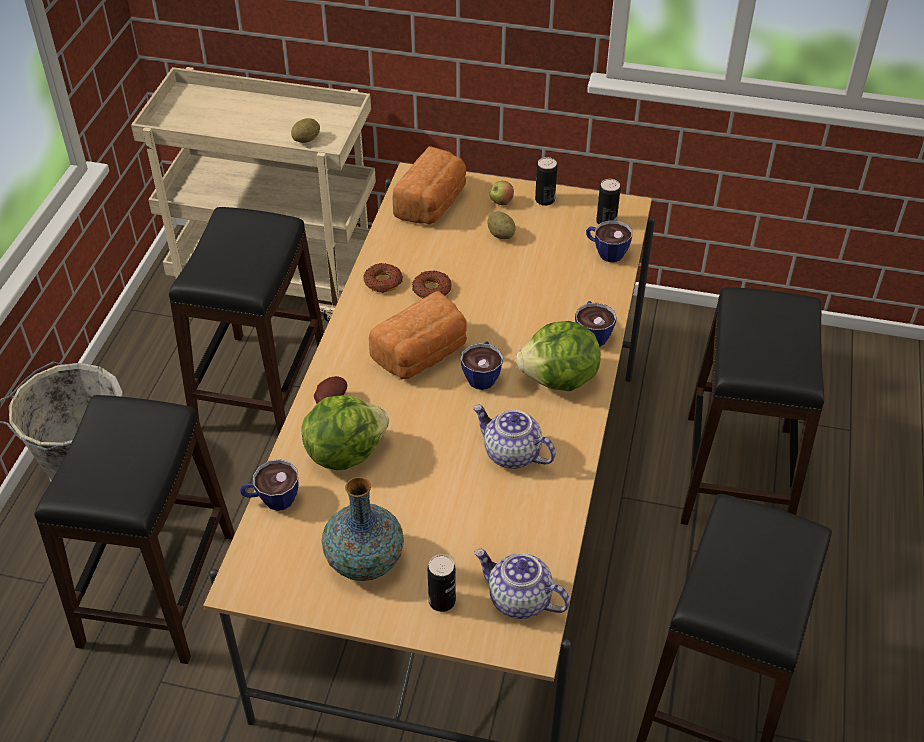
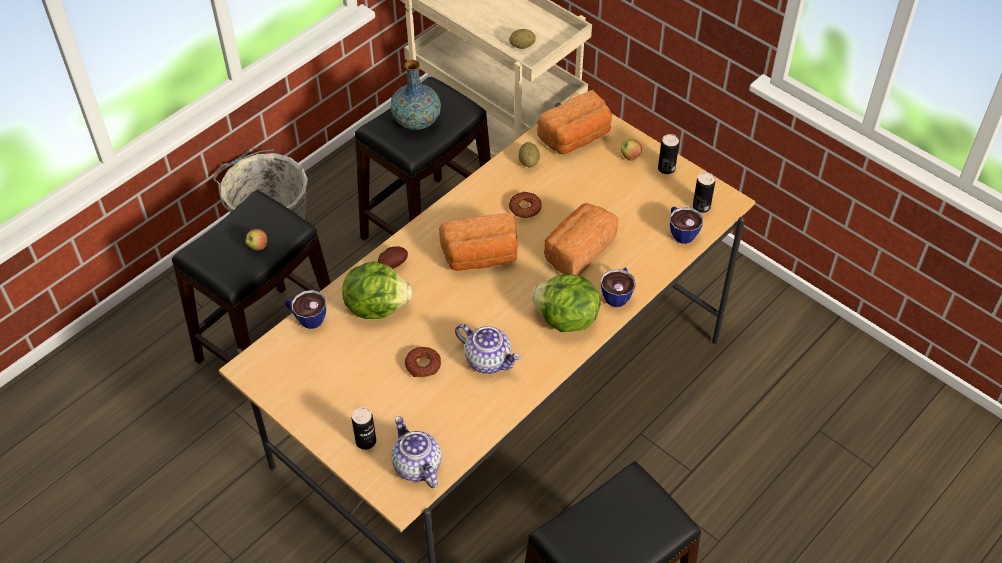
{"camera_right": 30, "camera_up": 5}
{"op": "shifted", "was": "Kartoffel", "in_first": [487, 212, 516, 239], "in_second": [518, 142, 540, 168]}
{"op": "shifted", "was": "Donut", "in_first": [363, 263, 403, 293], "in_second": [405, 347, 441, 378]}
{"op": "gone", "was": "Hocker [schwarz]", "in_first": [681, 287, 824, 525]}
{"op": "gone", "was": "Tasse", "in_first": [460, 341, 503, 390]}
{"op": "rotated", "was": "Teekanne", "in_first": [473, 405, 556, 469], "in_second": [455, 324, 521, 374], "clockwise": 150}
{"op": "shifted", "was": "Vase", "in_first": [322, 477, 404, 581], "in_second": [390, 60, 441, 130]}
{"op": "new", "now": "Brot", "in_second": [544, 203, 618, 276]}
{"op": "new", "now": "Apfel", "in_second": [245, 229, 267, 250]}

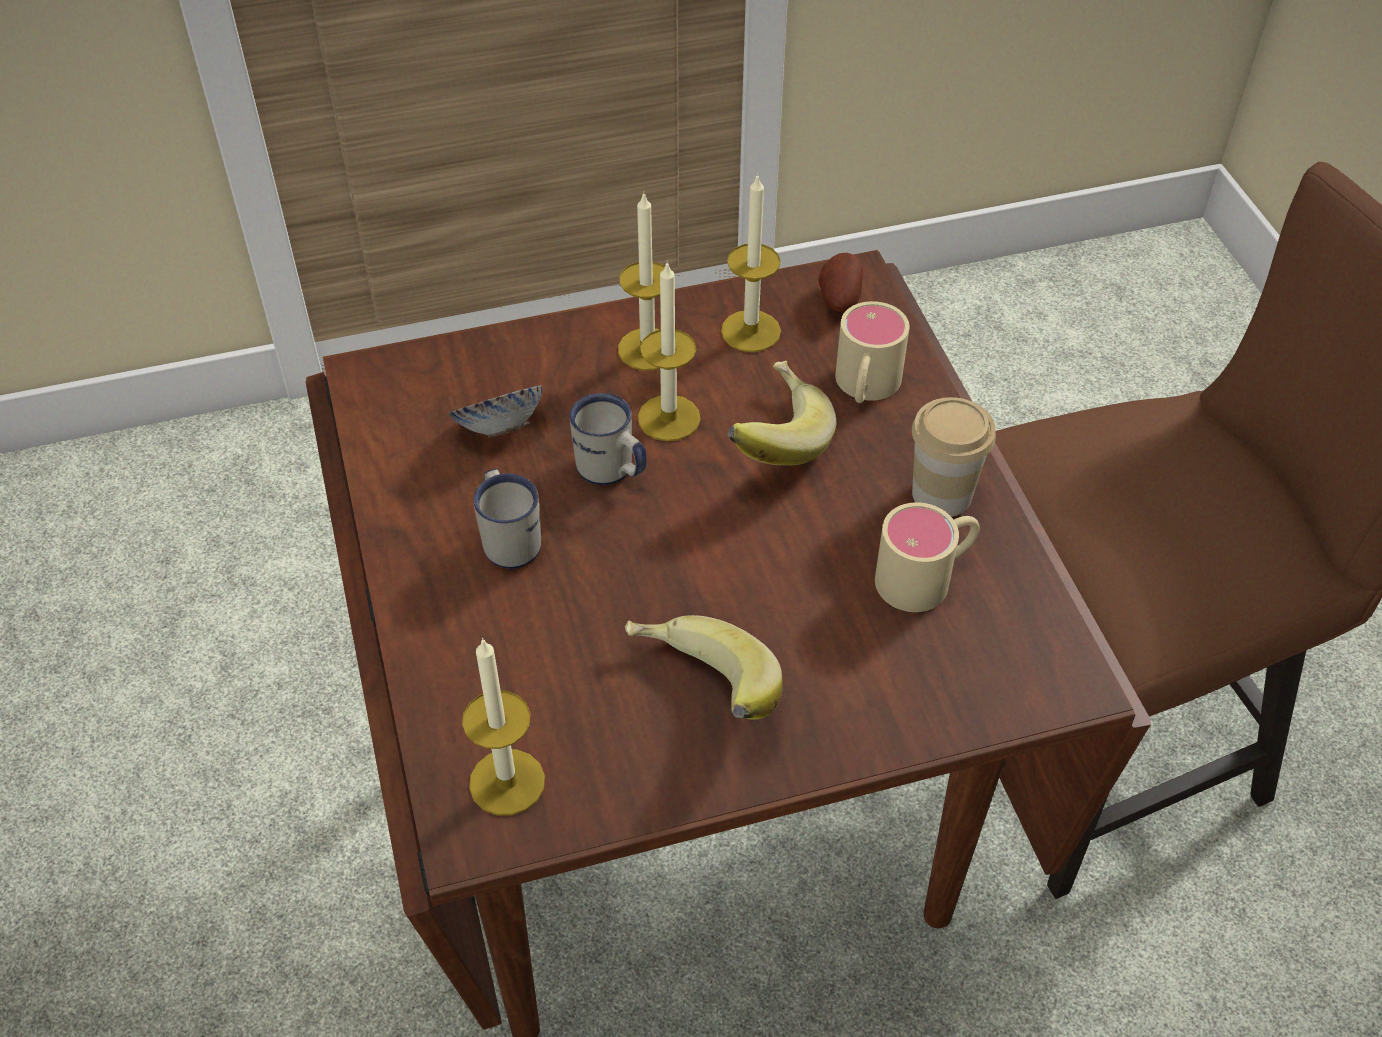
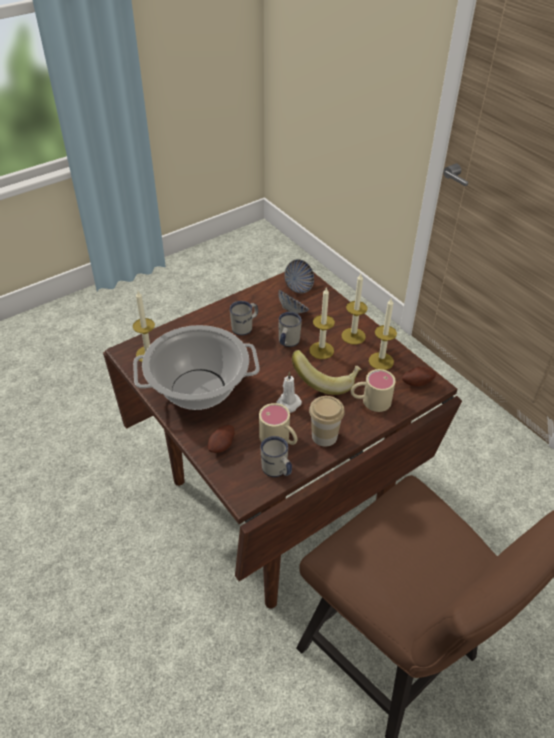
{"camera_right": 70, "camera_up": -5}
{"op": "swapped", "was": "Banane", "now": "Kochtopf", "in_first": [625, 615, 783, 720], "in_second": [133, 325, 260, 410]}
{"op": "new", "now": "Schüssel", "in_second": [284, 259, 314, 293]}
{"op": "new", "now": "Kerze [weiß]", "in_second": [276, 372, 302, 413]}
{"op": "new", "now": "Kartoffel", "in_second": [208, 425, 235, 453]}
{"op": "new", "now": "Henkelbecher [weiß]", "in_second": [261, 436, 292, 477]}

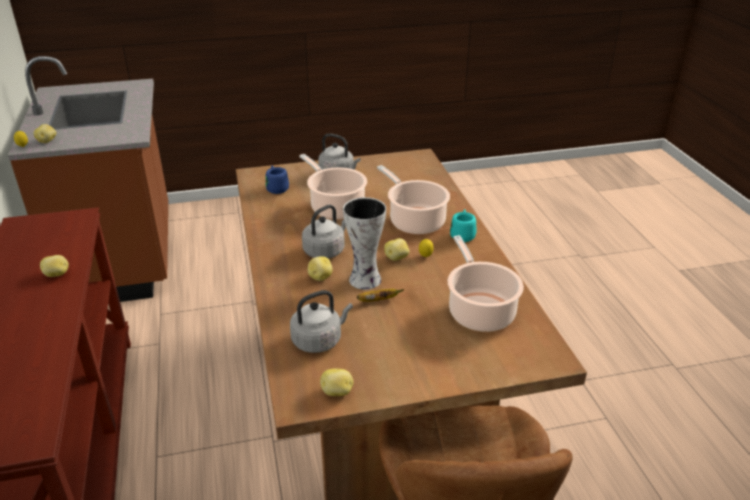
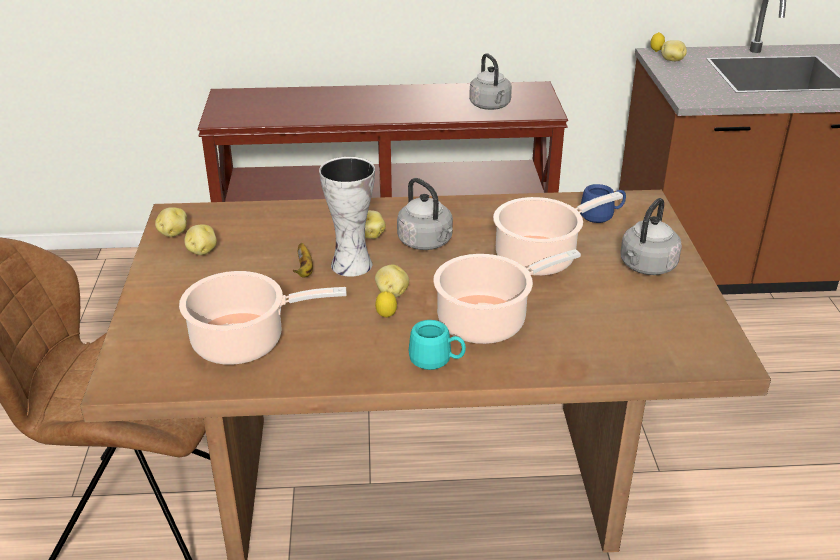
{"camera_right": 100, "camera_up": 0}
{"op": "shifted", "was": "Kartoffel", "in_first": [40, 255, 69, 277], "in_second": [184, 225, 217, 255]}
{"op": "shifted", "was": "Wasserkessel [grau]", "in_first": [290, 290, 353, 353], "in_second": [469, 53, 512, 110]}

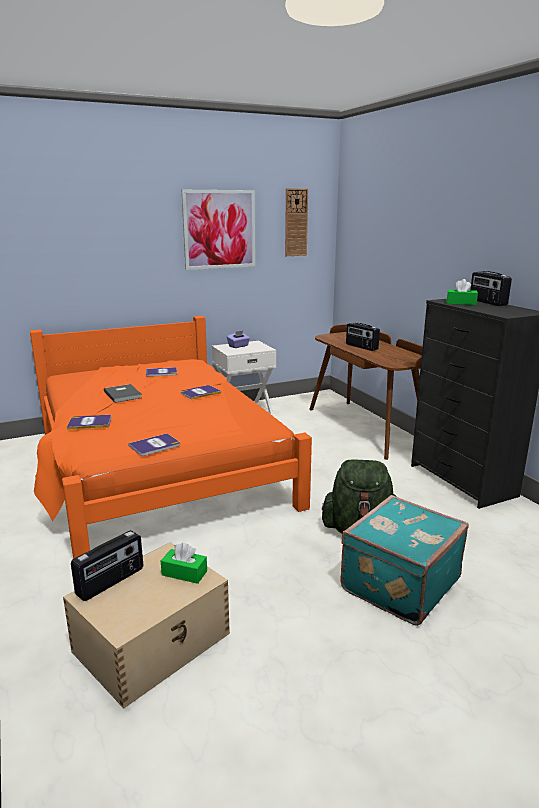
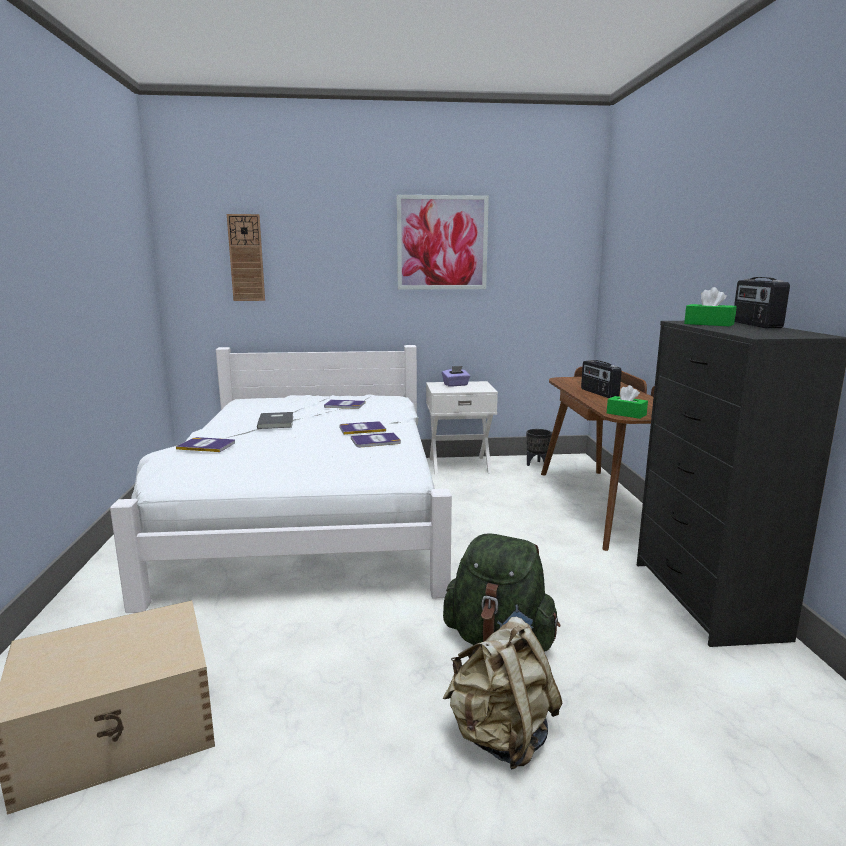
{"camera_right": 20, "camera_up": -5}
{"op": "shifted", "was": "Wanduhr", "in_first": [285, 188, 308, 256], "in_second": [227, 214, 265, 301]}
{"op": "repainted", "was": "Bett [orange]", "now": "Bett [weiß]", "in_first": [30, 316, 312, 559], "in_second": [110, 345, 452, 613]}
{"op": "shifted", "was": "Buch", "in_first": [128, 433, 180, 456], "in_second": [351, 432, 401, 447]}
{"op": "swapped", "was": "Koffer [türkis]", "now": "Rucksack [beige]", "in_first": [340, 495, 469, 626], "in_second": [443, 617, 563, 769]}
{"op": "gone", "was": "Radio", "in_first": [71, 530, 143, 601]}
{"op": "shifted", "was": "Taschentuchbox [grün]", "in_first": [161, 543, 207, 584], "in_second": [607, 385, 648, 419]}
{"op": "new", "now": "Pflanzkübel [schwarz]", "in_second": [526, 429, 552, 466]}

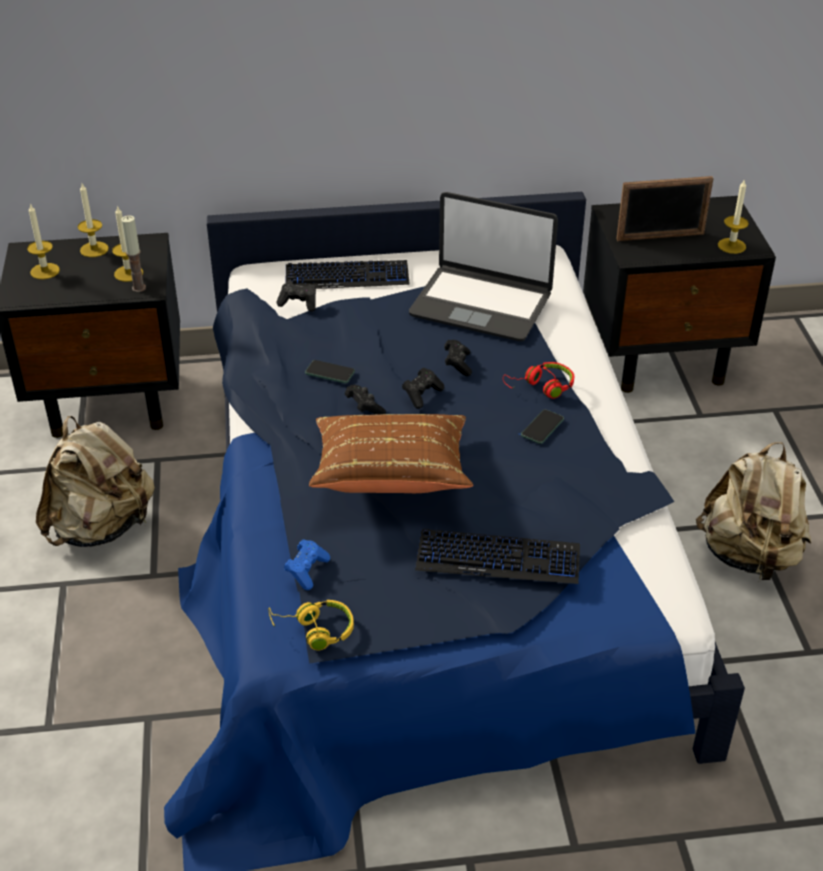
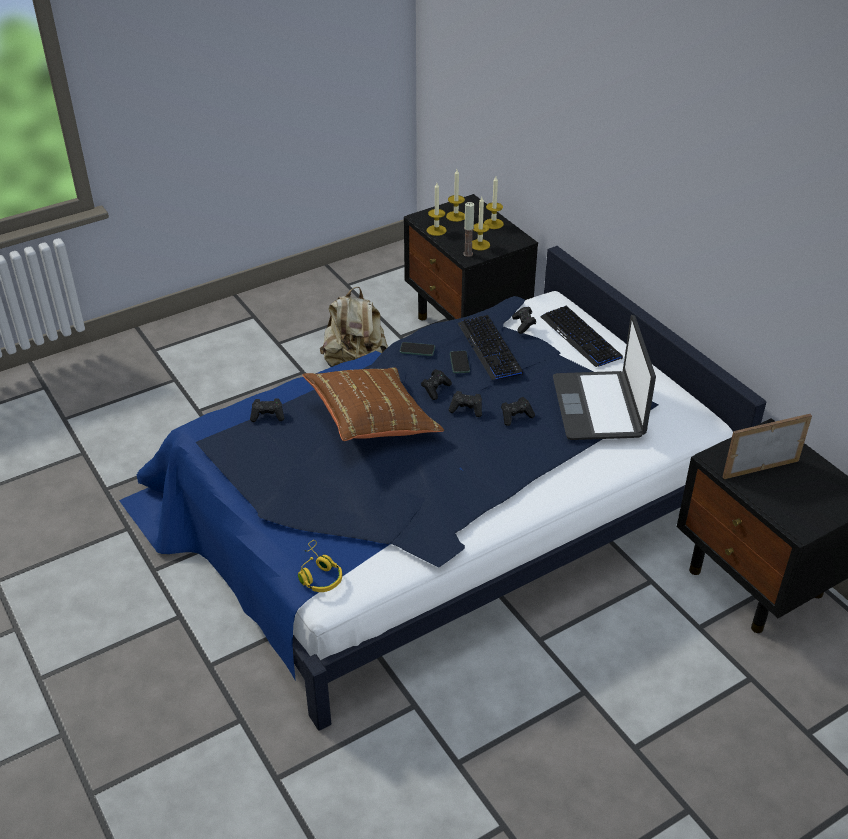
{"camera_right": 65, "camera_up": 0}
{"op": "rotated", "was": "Bilderrahmen", "in_first": [616, 176, 714, 241], "in_second": [723, 414, 812, 479], "clockwise": 105}
{"op": "shifted", "was": "Kerze", "in_first": [718, 179, 749, 254], "in_second": [427, 183, 447, 236]}
{"op": "gone", "was": "Kopfhörer [rot]", "in_first": [503, 362, 574, 399]}
{"op": "shifted", "was": "Handy", "in_first": [521, 409, 564, 444], "in_second": [400, 342, 435, 356]}
{"op": "gone", "was": "Rucksack [beige]", "in_first": [696, 442, 811, 582]}
{"op": "shifted", "was": "Tastatur", "in_first": [415, 529, 580, 584], "in_second": [458, 315, 523, 380]}
{"op": "repainted", "was": "Gamepad [blau]", "now": "Gamepad [schwarz]", "in_first": [284, 539, 330, 590], "in_second": [250, 398, 284, 422]}
{"op": "shifted", "was": "Kopfhörer [gelb]", "in_first": [268, 600, 354, 650], "in_second": [298, 540, 342, 592]}

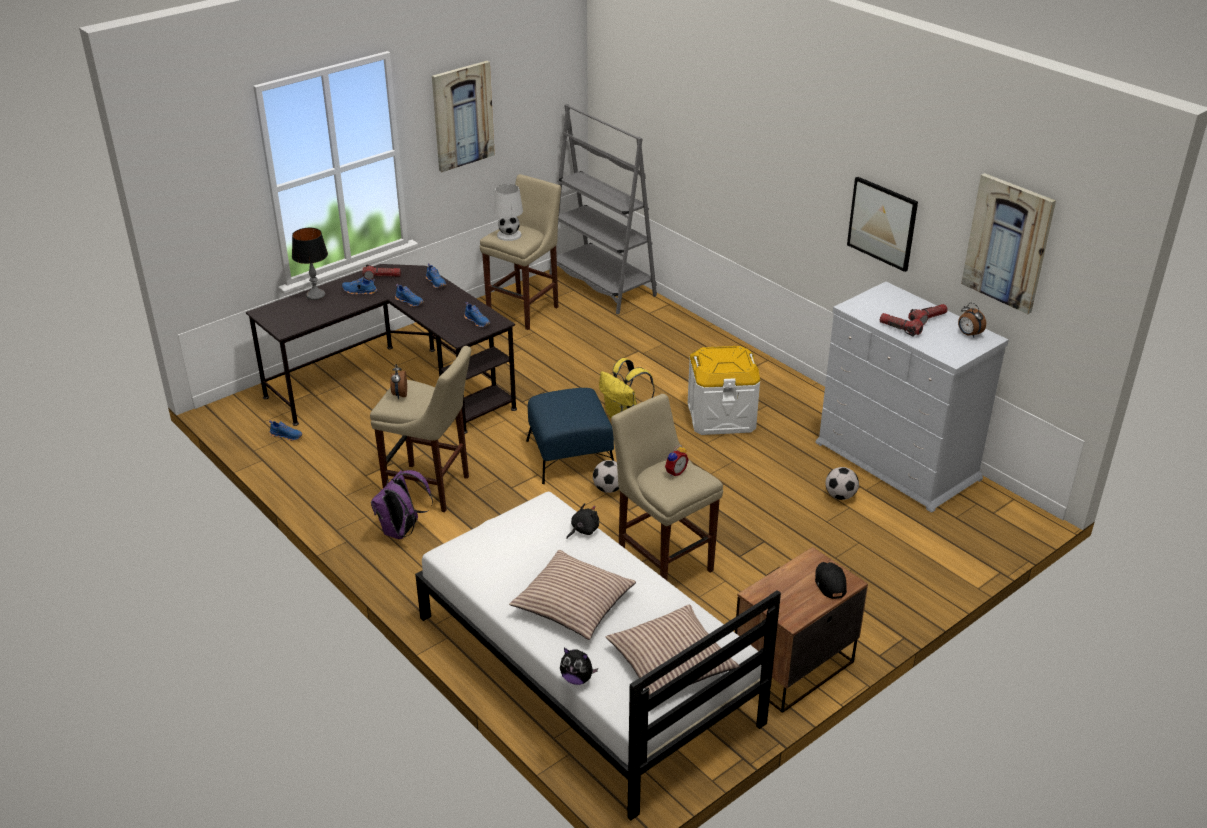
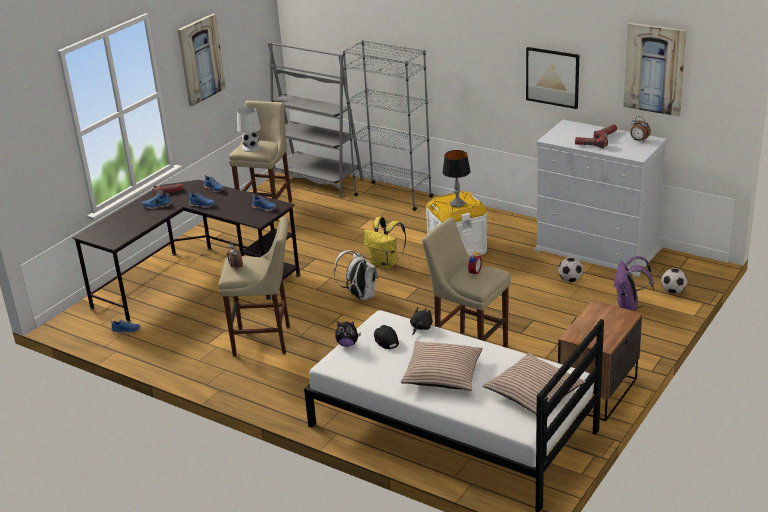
{"camera_right": -15, "camera_up": -5}
{"op": "shifted", "was": "Tischlampe", "in_first": [292, 228, 328, 300], "in_second": [442, 150, 471, 207]}
{"op": "swapped", "was": "Polsterhocker [blau]", "now": "Rucksack [weiß]", "in_first": [526, 388, 614, 484], "in_second": [334, 250, 378, 301]}
{"op": "shifted", "was": "Fußball", "in_first": [593, 460, 619, 493], "in_second": [661, 268, 687, 294]}
{"op": "shifted", "was": "Rucksack [lila]", "in_first": [371, 470, 433, 539], "in_second": [614, 256, 654, 311]}
{"op": "shifted", "was": "Kappe [schwarz]", "in_first": [815, 562, 847, 599], "in_second": [374, 325, 399, 349]}
{"op": "shifted", "was": "Plüschtier", "in_first": [560, 648, 598, 685], "in_second": [335, 321, 361, 347]}
{"op": "new", "now": "Bücherregal [grau]", "in_second": [343, 40, 434, 211]}

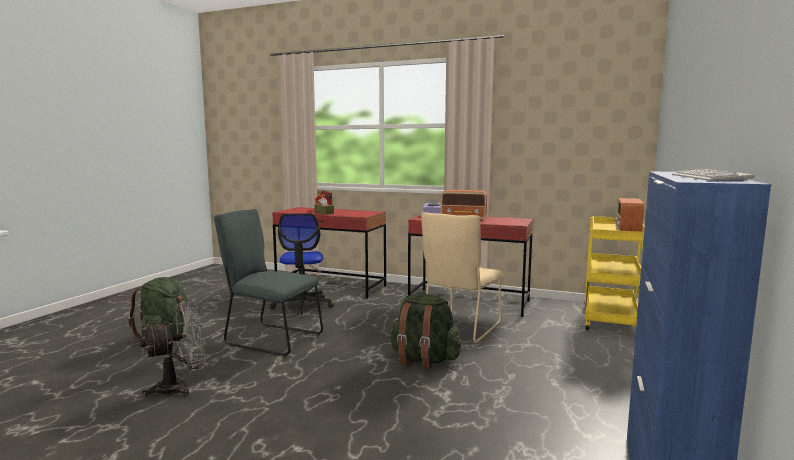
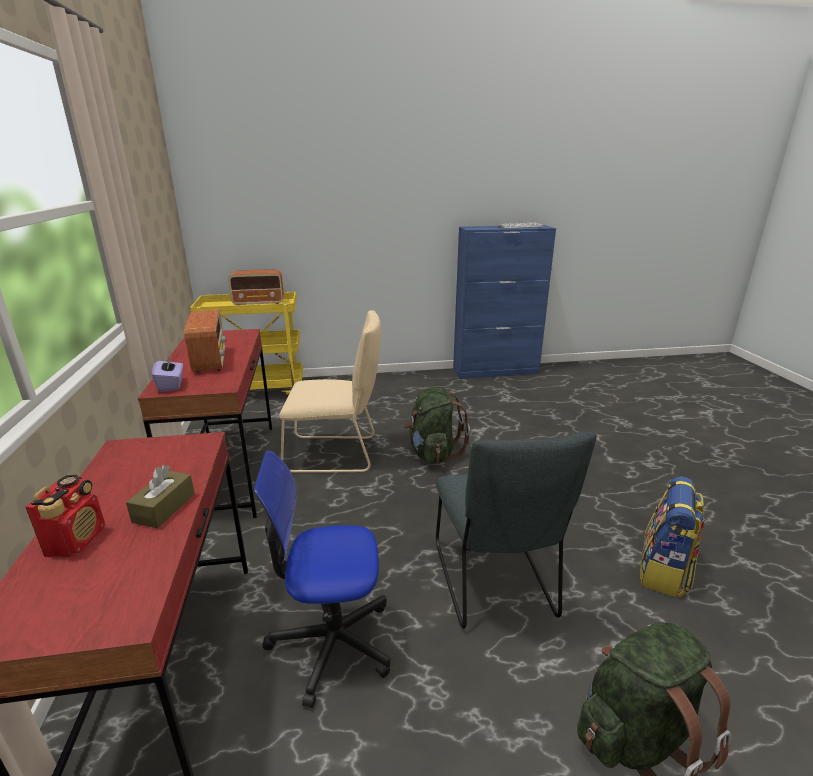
{"camera_right": -120, "camera_up": 15}
{"op": "rotated", "was": "Bürostuhl", "in_first": [270, 213, 334, 315], "in_second": [254, 451, 390, 708], "clockwise": -150}
{"op": "swapped", "was": "Ventilator [grau]", "now": "Rucksack", "in_first": [140, 302, 205, 397], "in_second": [640, 477, 705, 598]}

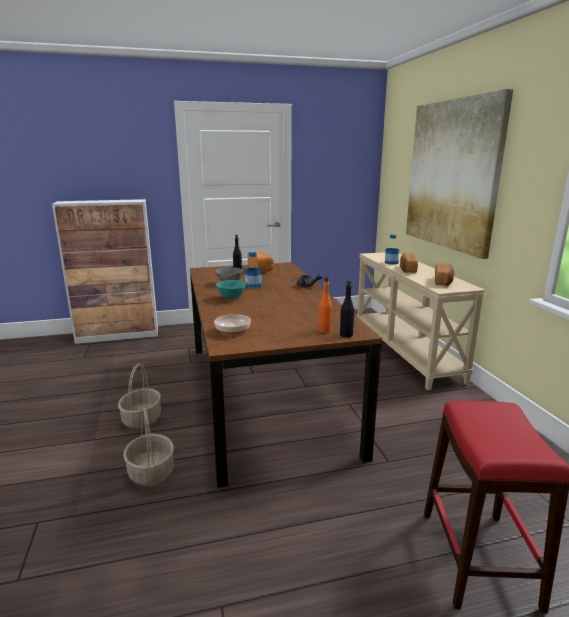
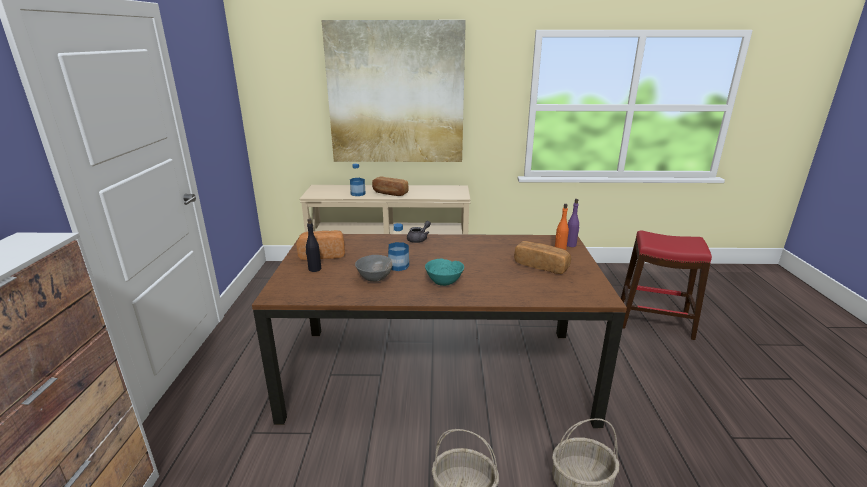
{"camera_right": -75, "camera_up": 5}
{"op": "shifted", "was": "Brot", "in_first": [435, 263, 454, 286], "in_second": [514, 241, 571, 274]}
{"op": "repainted", "was": "Flasche [schwarz]", "now": "Flasche [lila]", "in_first": [340, 280, 354, 337], "in_second": [567, 199, 579, 247]}
{"op": "gone", "was": "Schüssel", "in_first": [214, 314, 251, 335]}

